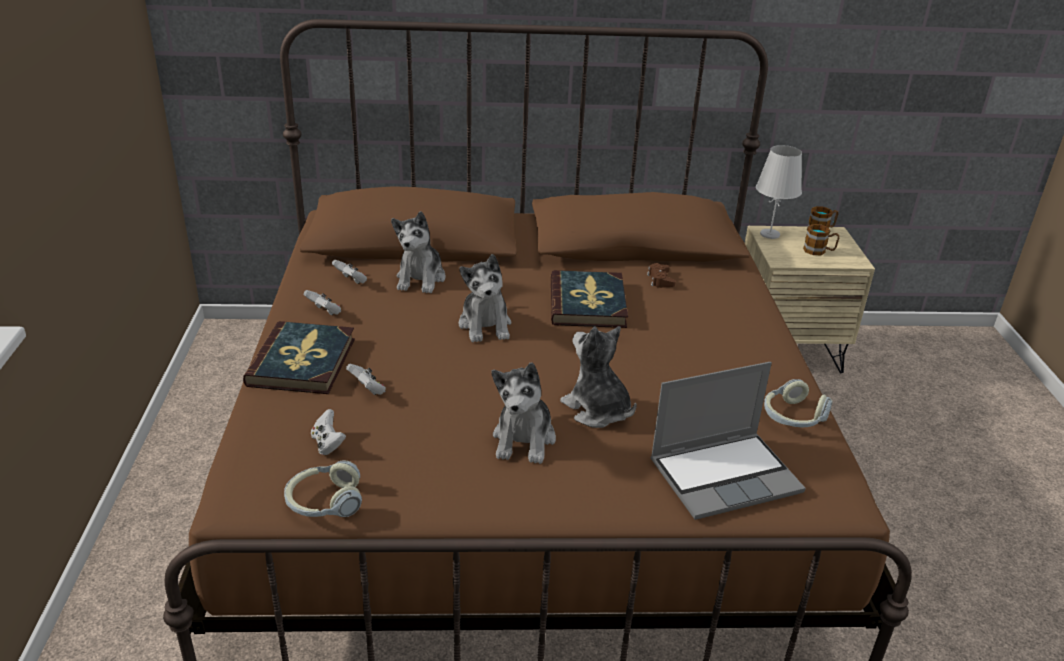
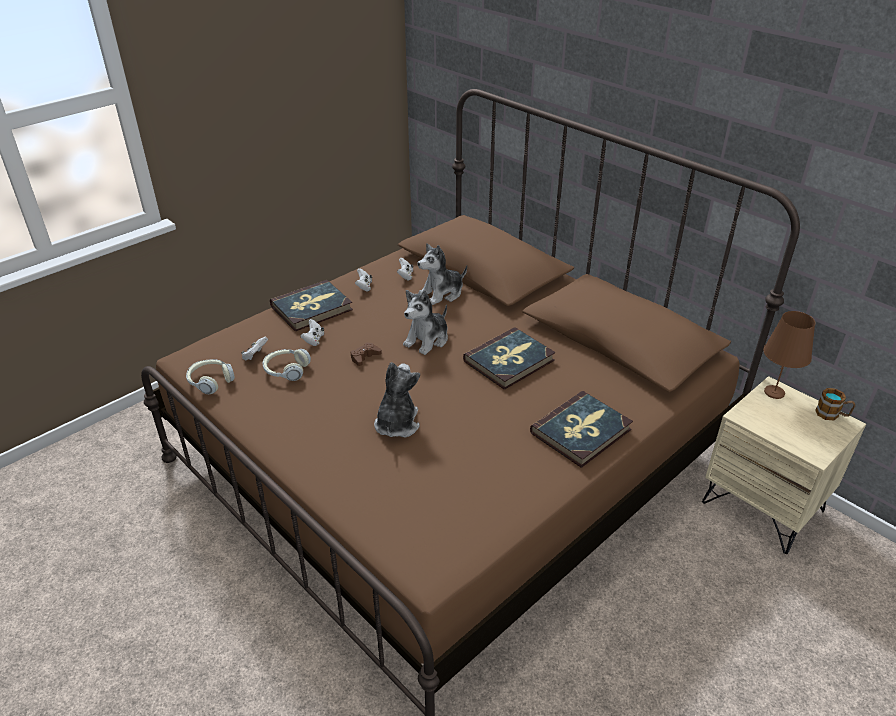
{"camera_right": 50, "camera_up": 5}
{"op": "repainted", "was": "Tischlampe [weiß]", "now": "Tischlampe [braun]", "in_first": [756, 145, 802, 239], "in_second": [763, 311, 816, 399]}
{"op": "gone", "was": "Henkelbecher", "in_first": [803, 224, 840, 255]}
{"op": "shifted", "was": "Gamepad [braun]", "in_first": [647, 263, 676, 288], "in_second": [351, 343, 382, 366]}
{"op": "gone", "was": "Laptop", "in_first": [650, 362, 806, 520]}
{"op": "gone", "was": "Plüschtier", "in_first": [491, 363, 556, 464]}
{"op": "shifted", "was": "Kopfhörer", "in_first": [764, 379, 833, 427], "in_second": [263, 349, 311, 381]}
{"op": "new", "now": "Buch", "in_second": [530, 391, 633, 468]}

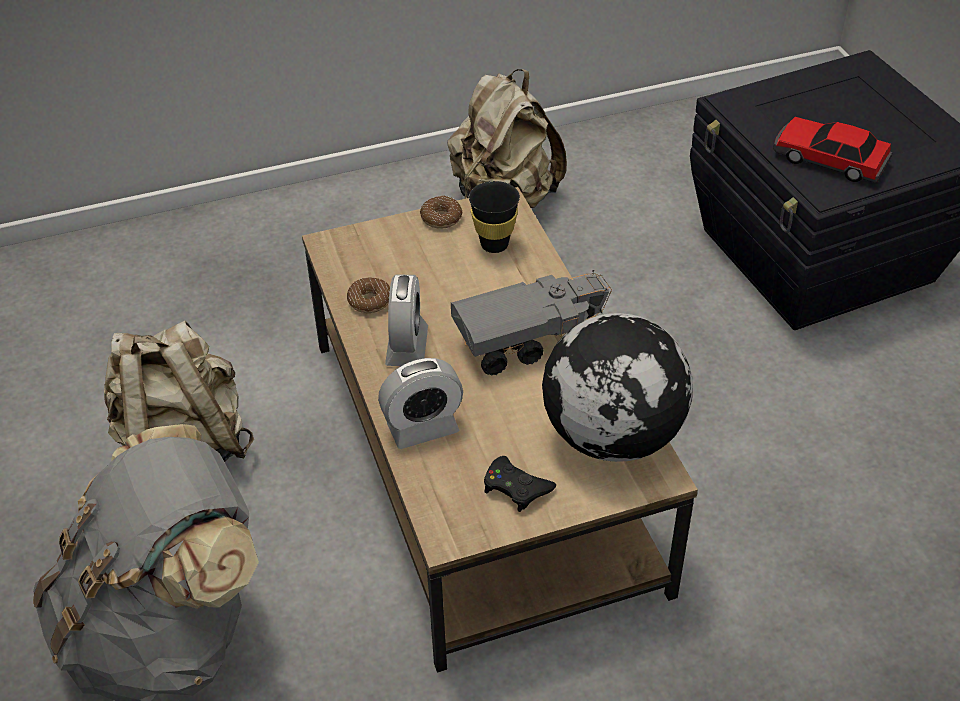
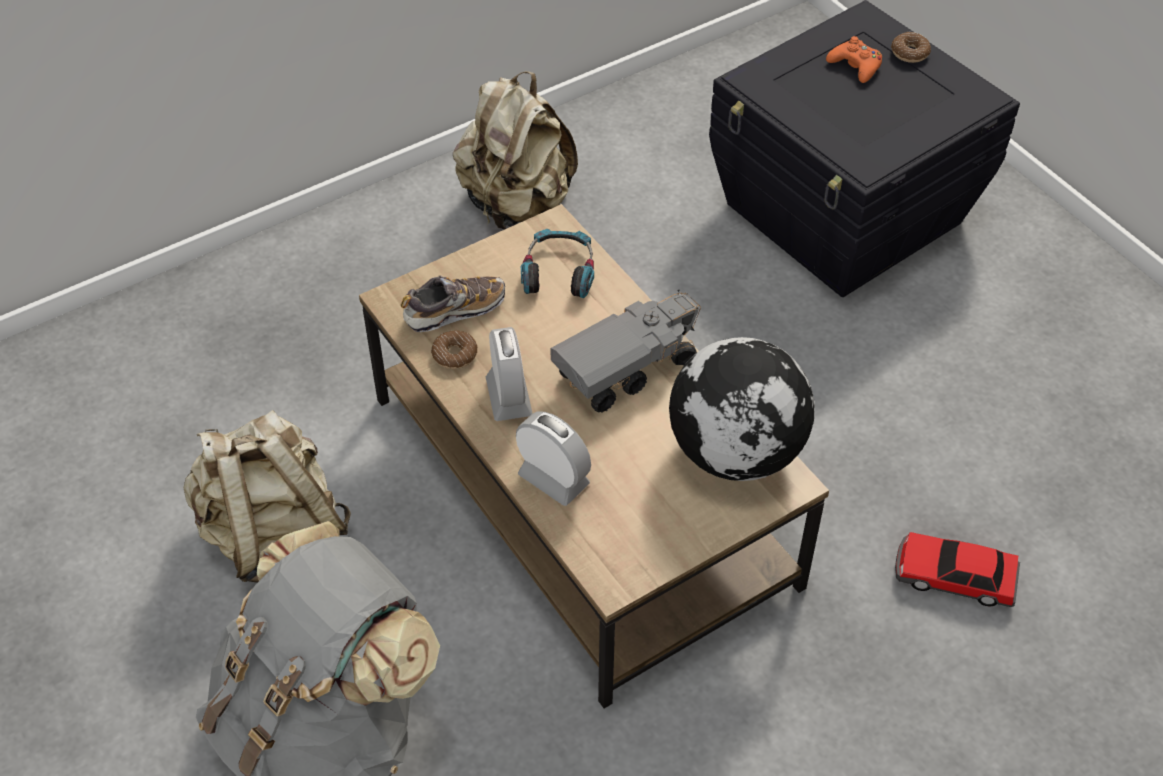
{"camera_right": -15, "camera_up": 5}
{"op": "shifted", "was": "Spielzeugauto", "in_first": [773, 117, 892, 182], "in_second": [895, 532, 1020, 607]}
{"op": "swapped", "was": "Tasse [schwarz]", "now": "Kopfhörer", "in_first": [469, 181, 520, 253], "in_second": [521, 229, 594, 298]}
{"op": "shifted", "was": "Donut", "in_first": [420, 196, 463, 229], "in_second": [891, 32, 931, 63]}
{"op": "rotated", "was": "Wecker", "in_first": [378, 358, 463, 449], "in_second": [516, 411, 591, 506], "clockwise": -105}
{"op": "gone", "was": "Gamepad [schwarz]", "in_first": [484, 456, 556, 512]}
{"op": "new", "now": "Gamepad [orange]", "in_second": [826, 36, 882, 83]}
{"op": "new", "now": "Schuh", "in_second": [401, 275, 505, 332]}

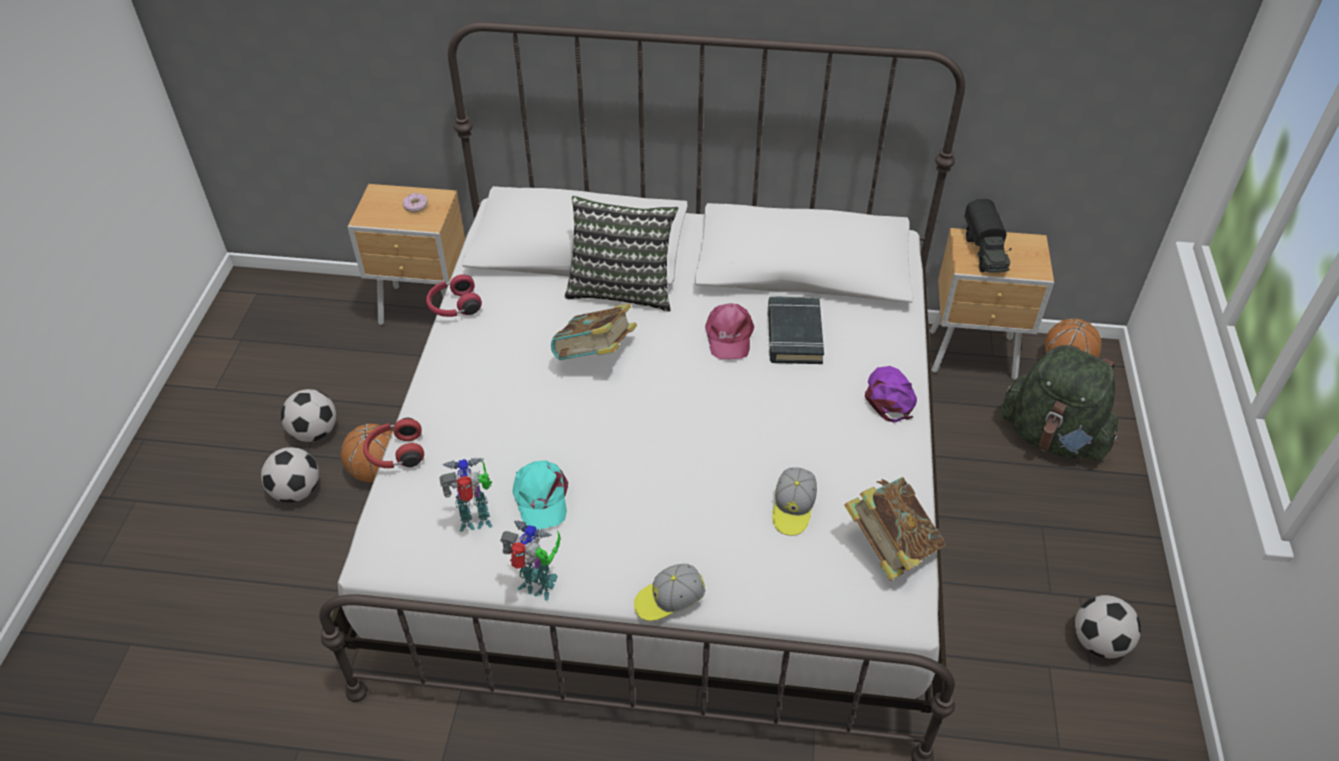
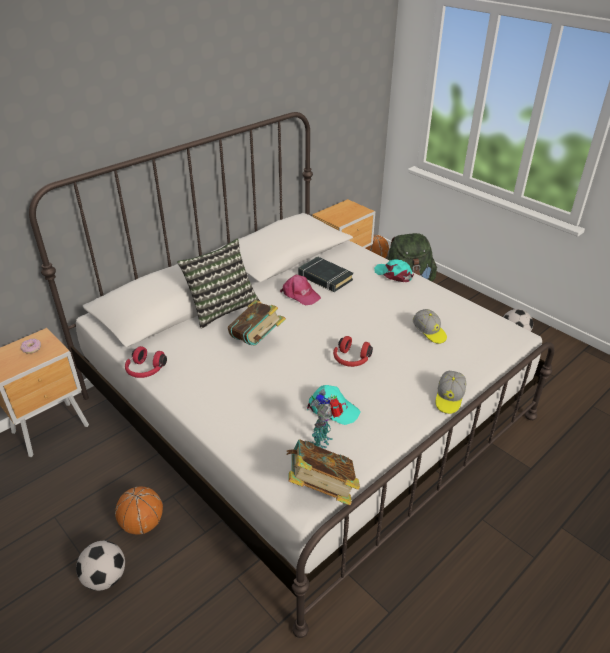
{"camera_right": -50, "camera_up": -10}
{"op": "gone", "was": "Spielzeuglaster", "in_first": [964, 199, 1012, 273]}
{"op": "repainted", "was": "Kappe [lila]", "now": "Kappe [türkis]", "in_first": [865, 366, 917, 423], "in_second": [374, 259, 414, 282]}
{"op": "gone", "was": "Fußball", "in_first": [281, 389, 336, 442]}
{"op": "shifted", "was": "Kopfhörer [rot]", "in_first": [363, 418, 424, 468], "in_second": [333, 336, 373, 367]}
{"op": "shifted", "was": "Buch", "in_first": [844, 477, 946, 581], "in_second": [287, 439, 360, 505]}
{"op": "gone", "was": "Spielzeugroboter", "in_first": [500, 520, 561, 601]}

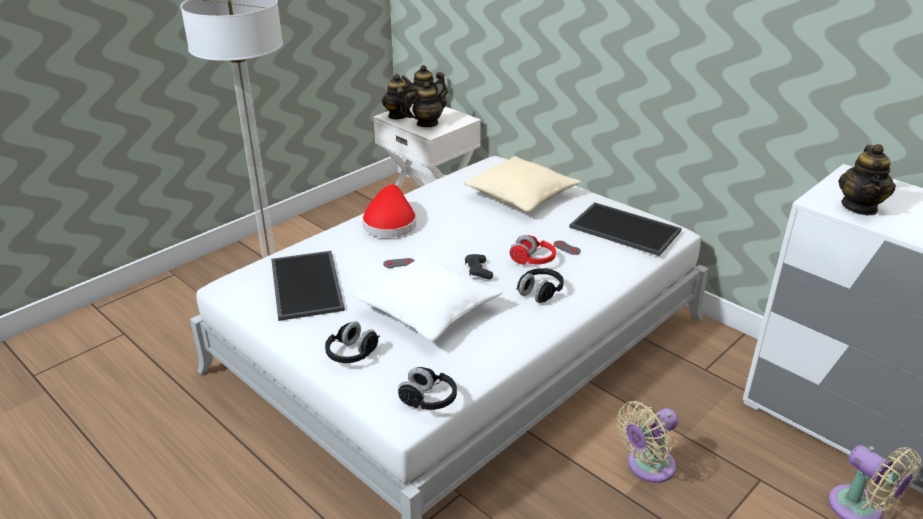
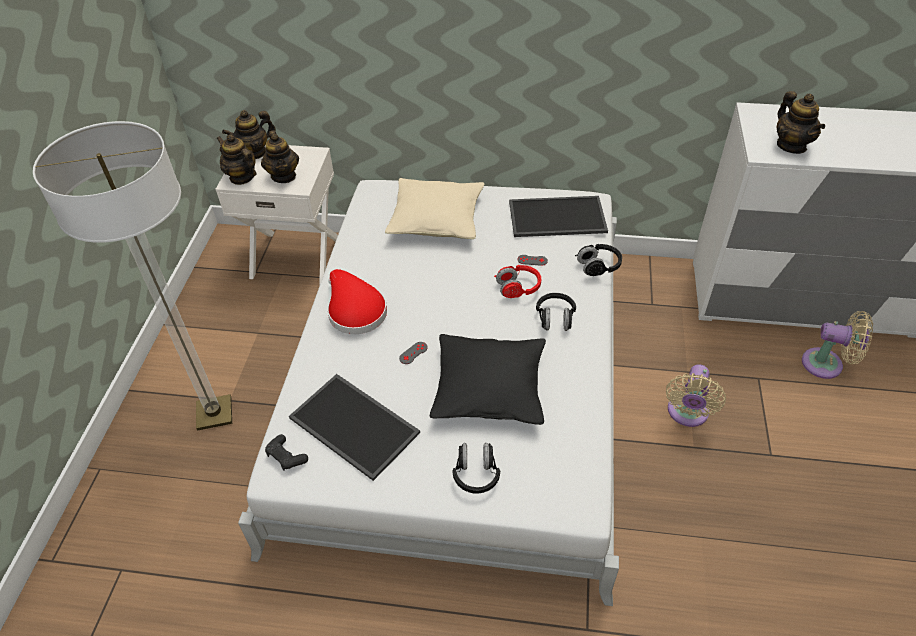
{"camera_right": -35, "camera_up": 15}
{"op": "rotated", "was": "Teekanne", "in_first": [404, 82, 449, 127], "in_second": [261, 130, 299, 183], "clockwise": 135}
{"op": "repainted", "was": "Kissen [weiß]", "now": "Kissen [schwarz]", "in_first": [354, 254, 503, 341], "in_second": [430, 334, 546, 425]}
{"op": "shifted", "was": "Gamepad [schwarz]", "in_first": [465, 254, 493, 279], "in_second": [265, 434, 308, 471]}
{"op": "shifted", "was": "Kopfhörer [schwarz]", "in_first": [398, 367, 457, 410], "in_second": [575, 244, 622, 276]}

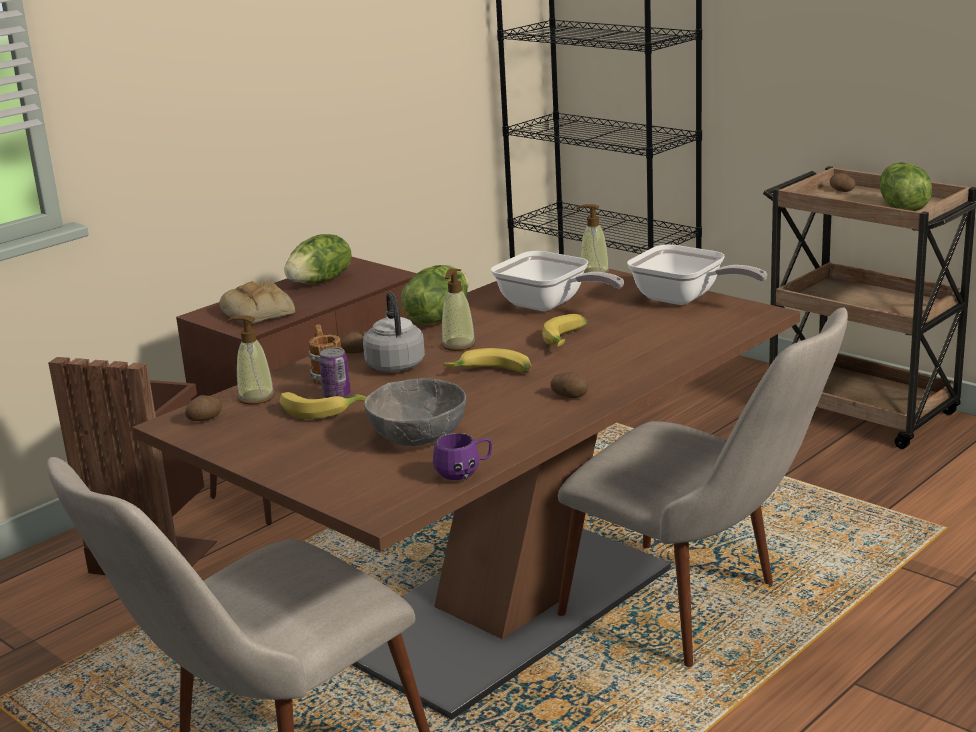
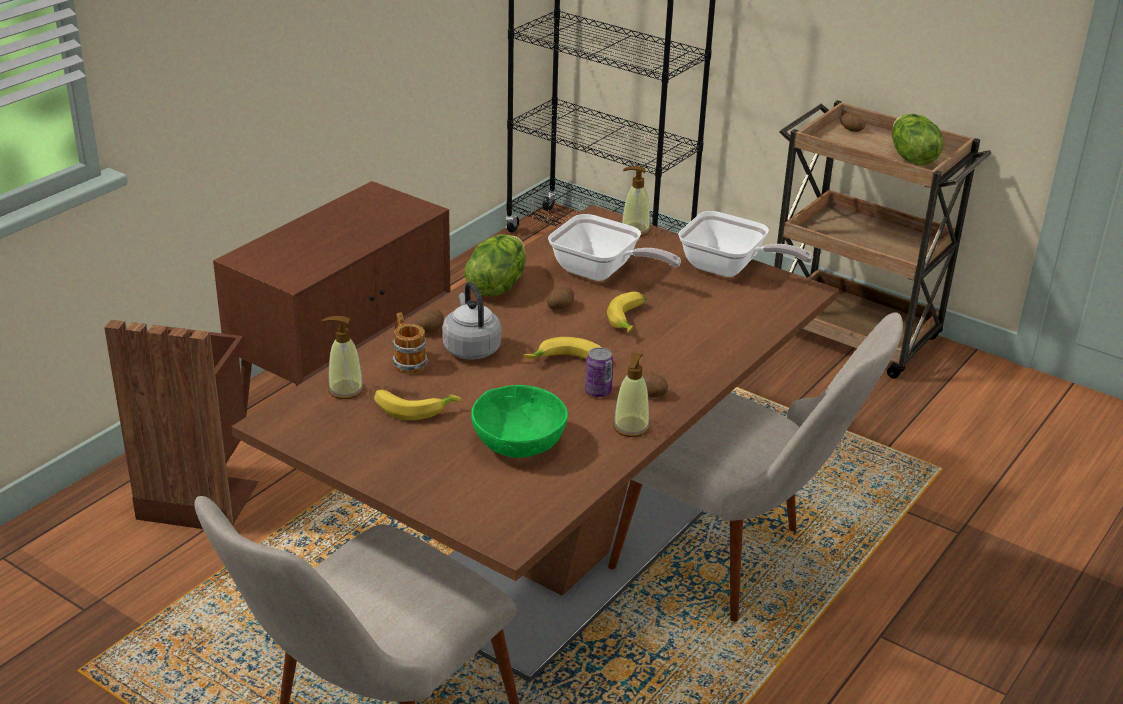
{"camera_right": -10, "camera_up": 10}
{"op": "gone", "was": "Salatkopf", "in_first": [284, 234, 352, 284]}
{"op": "shifted", "was": "Seifenspender", "in_first": [442, 268, 476, 351], "in_second": [613, 352, 650, 437]}
{"op": "gone", "was": "Brot", "in_first": [220, 280, 295, 325]}
{"op": "shifted", "was": "Dose", "in_first": [319, 347, 351, 398], "in_second": [585, 347, 613, 397]}
{"op": "repainted", "was": "Schüssel [grau]", "now": "Schüssel [grün]", "in_first": [364, 378, 466, 446], "in_second": [471, 385, 568, 458]}
{"op": "shifted", "was": "Kartoffel", "in_first": [185, 395, 222, 421], "in_second": [547, 287, 574, 310]}
{"op": "gone", "was": "Henkelbecher [lila]", "in_first": [433, 433, 492, 480]}

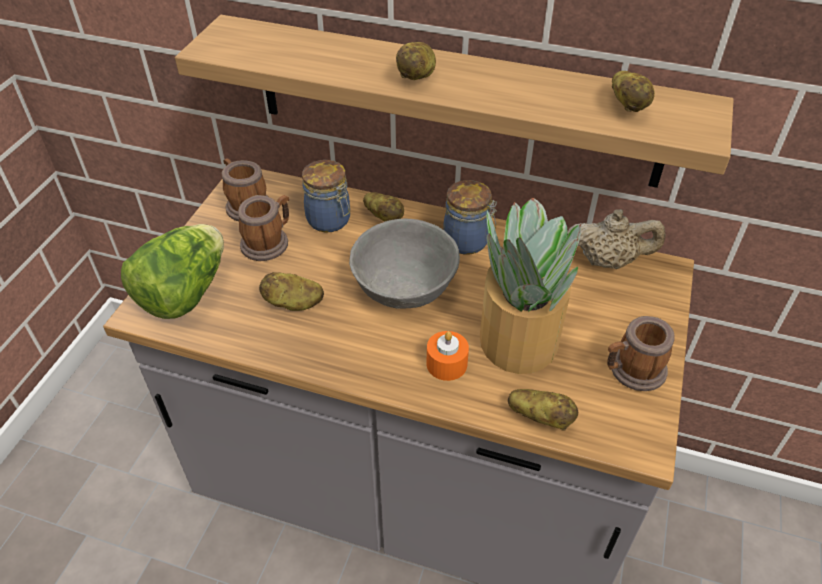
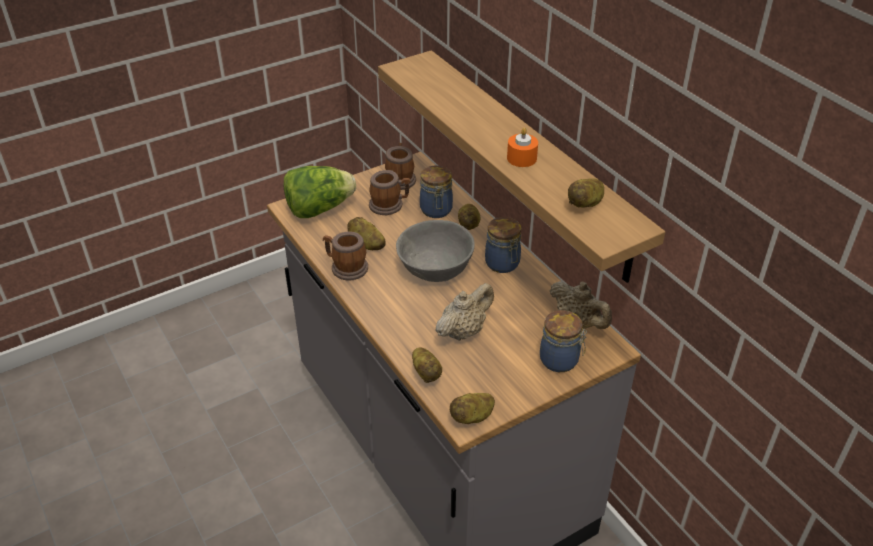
{"camera_right": 40, "camera_up": -5}
{"op": "shifted", "was": "Kartoffel", "in_first": [396, 42, 436, 80], "in_second": [450, 393, 495, 424]}
{"op": "swapped", "was": "Topfpflanze", "now": "Teekanne [beige]", "in_first": [480, 198, 581, 374], "in_second": [436, 283, 494, 341]}
{"op": "shifted", "was": "Henkelbecher", "in_first": [607, 316, 675, 391], "in_second": [323, 231, 368, 281]}
{"op": "shifted", "was": "Kerze [orange]", "in_first": [426, 331, 469, 381], "in_second": [507, 128, 538, 167]}
{"op": "new", "now": "Vorratsglas", "in_second": [540, 310, 587, 372]}

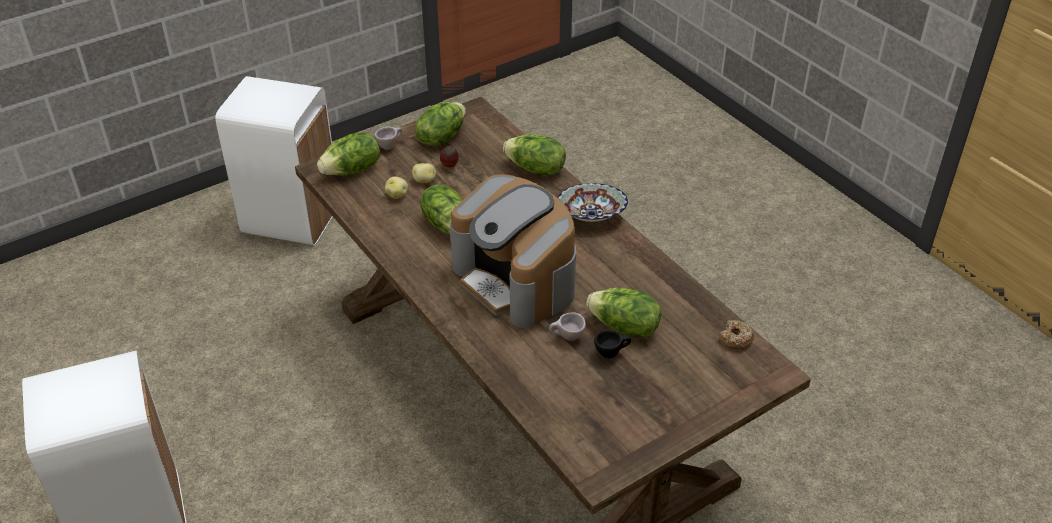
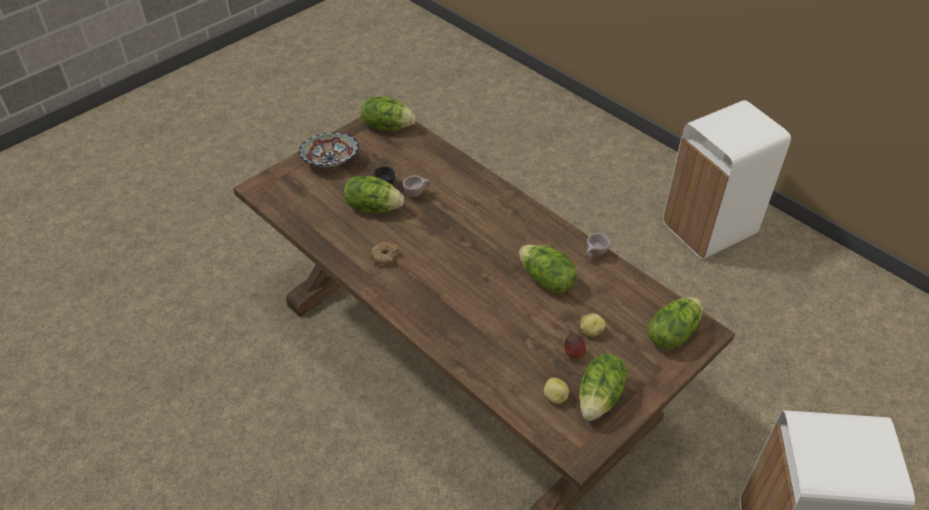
{"camera_right": 170, "camera_up": 5}
{"op": "shifted", "was": "Tasse [beige]", "in_first": [375, 127, 403, 150], "in_second": [586, 233, 610, 257]}
{"op": "shifted", "was": "Salatkopf", "in_first": [503, 134, 566, 175], "in_second": [361, 97, 416, 131]}
{"op": "gone", "was": "Kaffeemaschine", "in_first": [450, 174, 576, 328]}
{"op": "shifted", "was": "Kartoffel", "in_first": [385, 176, 408, 199], "in_second": [544, 378, 569, 404]}
{"op": "shifted", "was": "Schüssel", "in_first": [558, 183, 628, 222], "in_second": [299, 132, 359, 167]}
{"op": "shifted", "was": "Donut", "in_first": [719, 320, 754, 349], "in_second": [370, 242, 399, 267]}

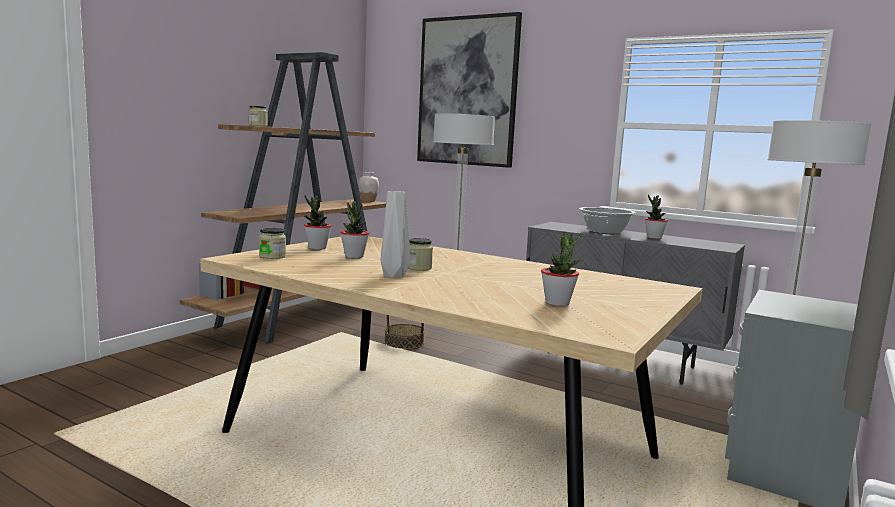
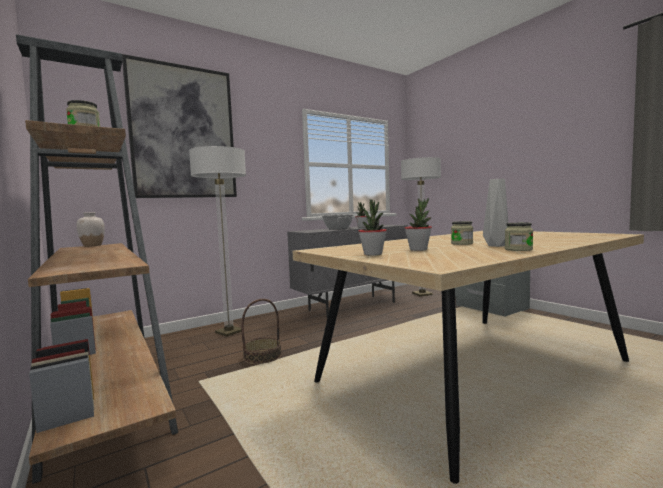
{"camera_right": -65, "camera_up": -5}
{"op": "shifted", "was": "Vorratsglas", "in_first": [259, 228, 286, 259], "in_second": [505, 222, 533, 251]}
{"op": "gone", "was": "Topfpflanze", "in_first": [541, 232, 582, 306]}

